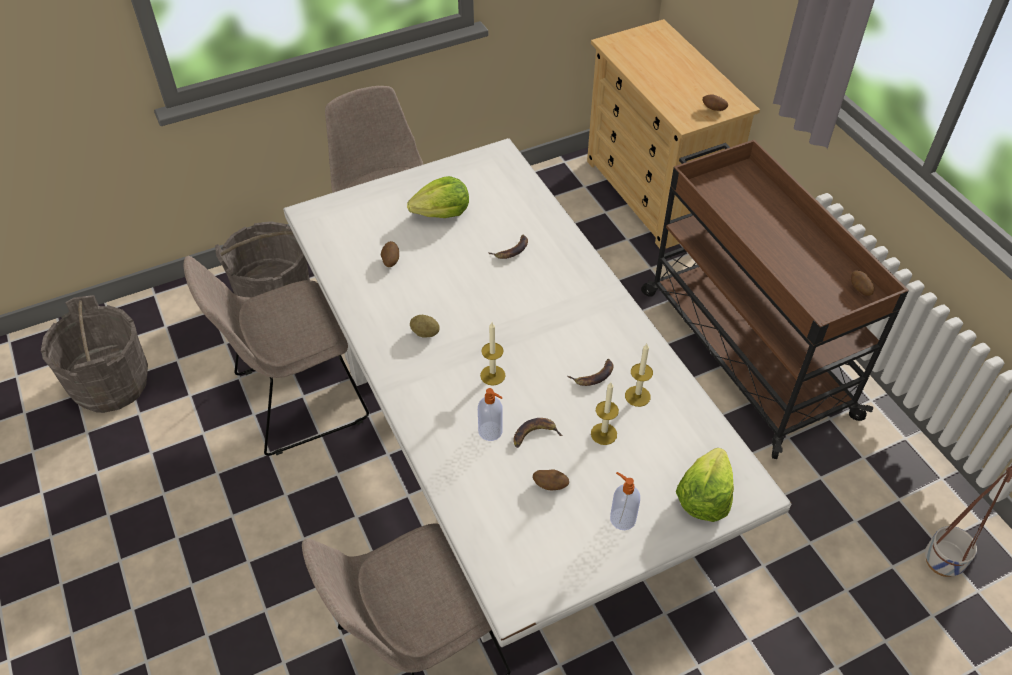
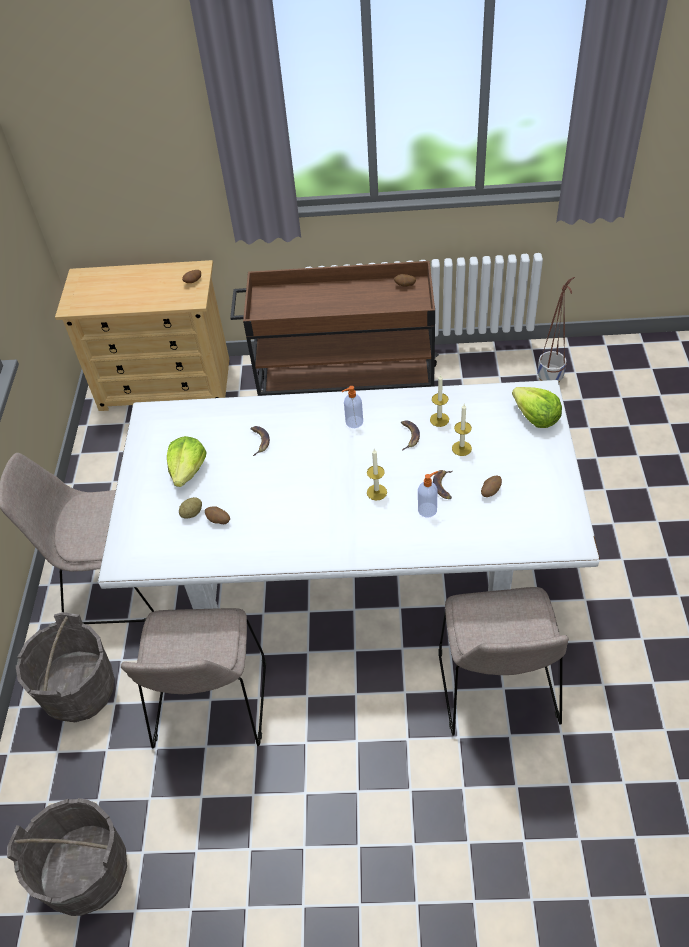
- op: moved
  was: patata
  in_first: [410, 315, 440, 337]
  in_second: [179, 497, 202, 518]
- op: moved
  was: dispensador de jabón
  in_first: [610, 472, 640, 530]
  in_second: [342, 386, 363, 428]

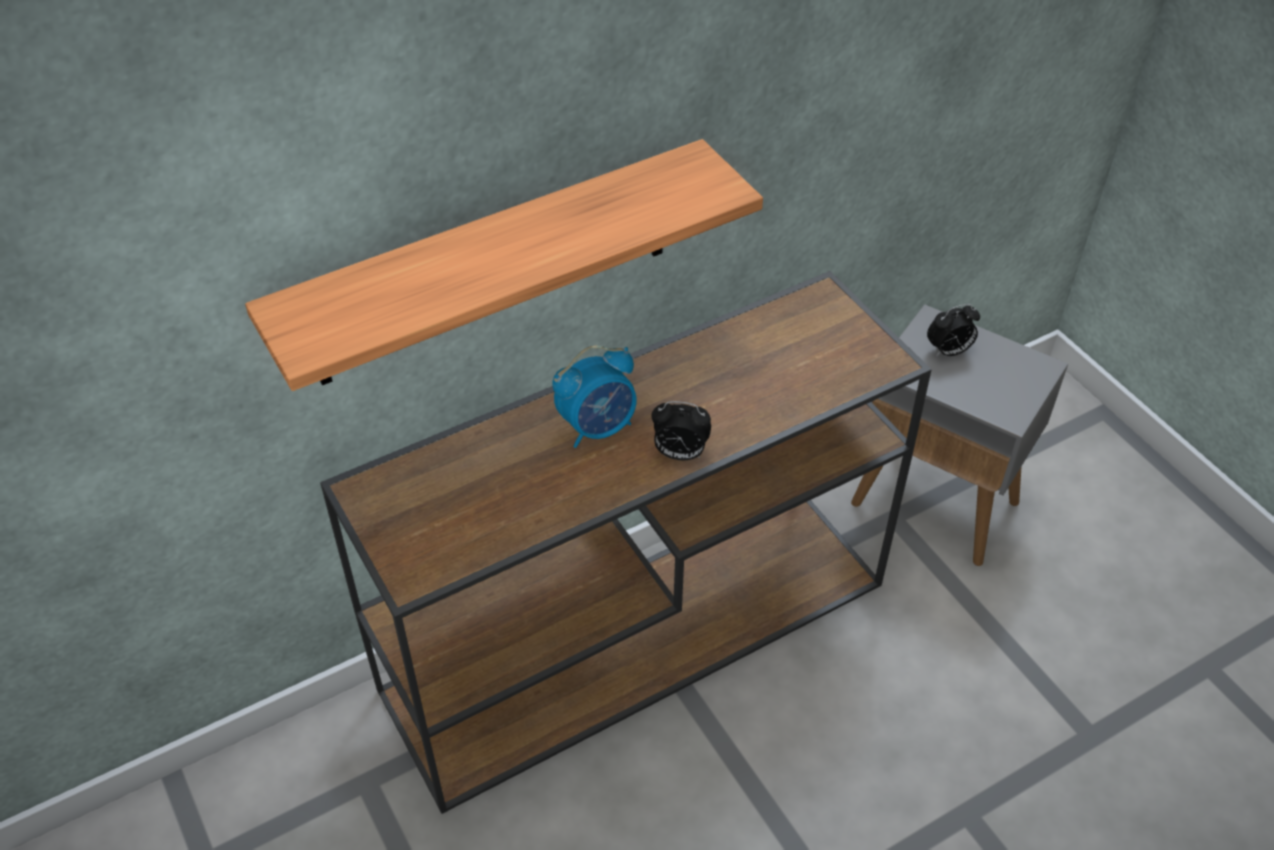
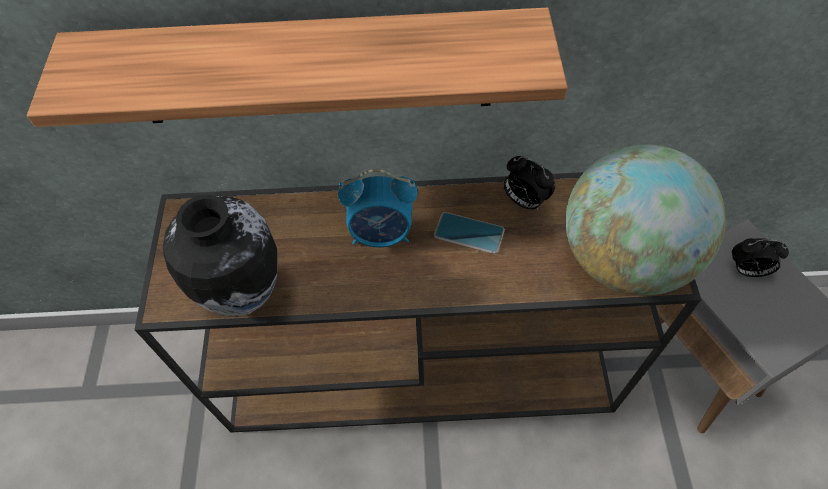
- op: moved
  was: despertador
  in_first: [651, 401, 711, 460]
  in_second: [504, 156, 555, 210]
- op: added
  now: globo terráqueo
  in_second: [565, 144, 726, 296]
- op: added
  now: florero
  in_second: [163, 194, 278, 317]
- op: added
  now: móvil
  in_second: [434, 212, 505, 254]

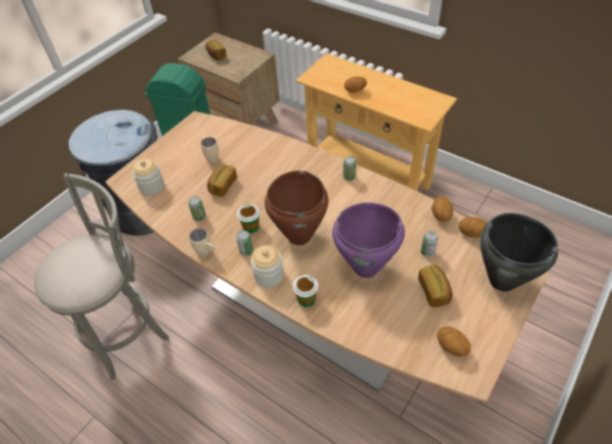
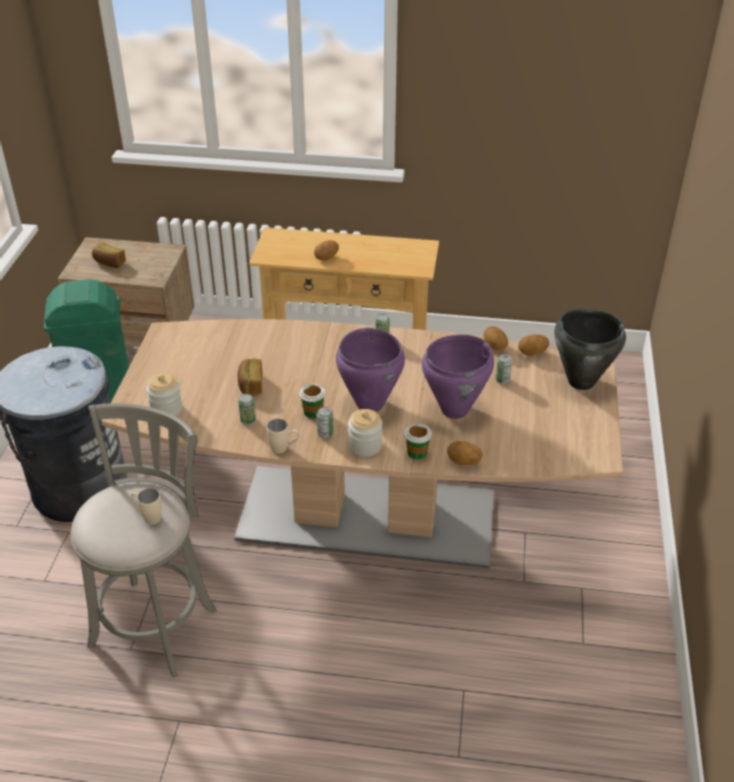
- op: moved
  was: taza grande (beis)
  in_first: [201, 137, 219, 163]
  in_second: [131, 489, 162, 525]
- op: recoloured
  was: olla (marrón)
  now: olla (morado)
  in_first: [265, 170, 328, 245]
  in_second: [336, 328, 405, 412]
- op: removed
  was: pan
  in_first: [418, 265, 452, 307]
- op: moved
  was: patata
  in_first: [437, 327, 471, 356]
  in_second: [447, 441, 483, 465]

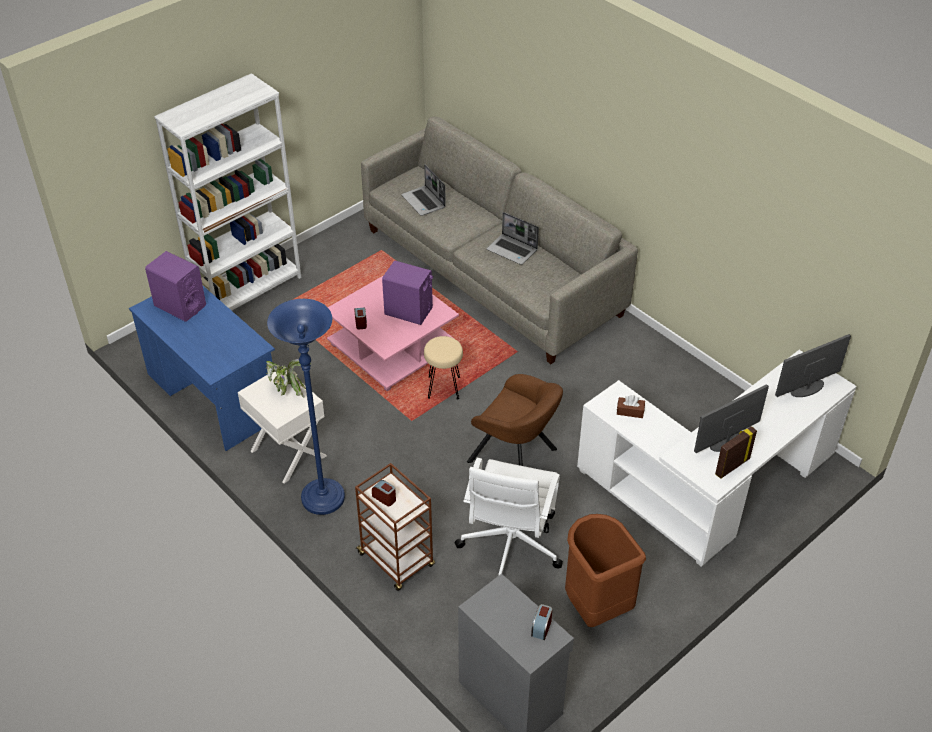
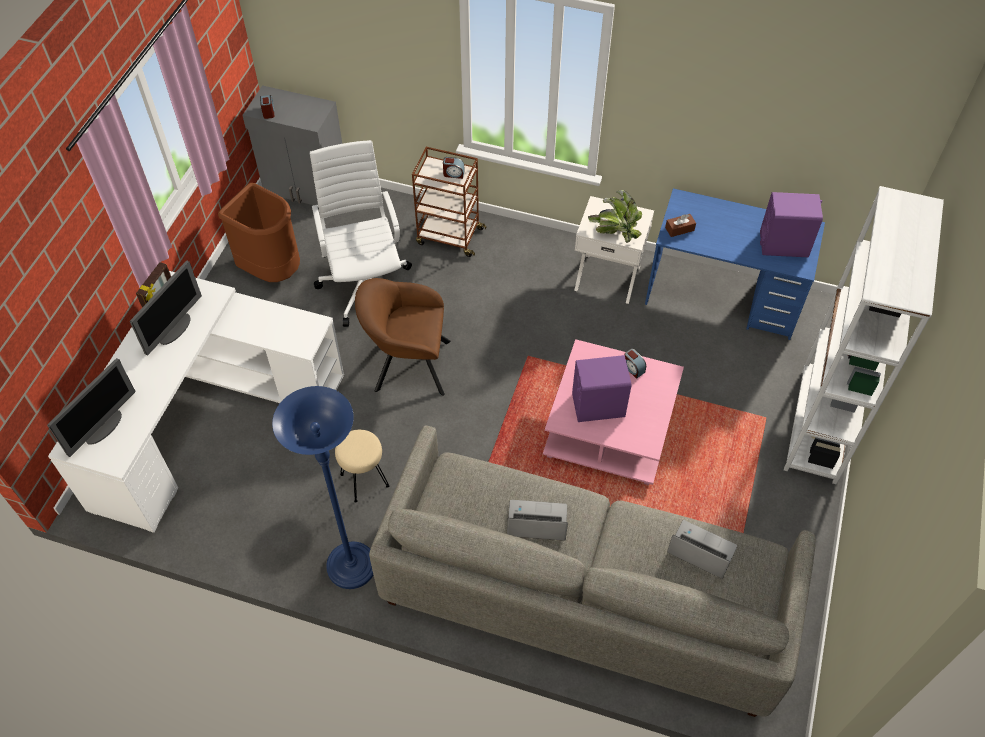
- op: moved
  was: lámpara de pie (azul)
  in_first: [267, 299, 345, 515]
  in_second: [272, 386, 373, 589]
- op: moved
  was: taburete (beis)
  in_first: [424, 336, 463, 400]
  in_second: [335, 430, 389, 503]
- op: moved
  was: caja de pañuelos (marrón)
  in_first: [617, 395, 645, 418]
  in_second: [665, 214, 696, 237]

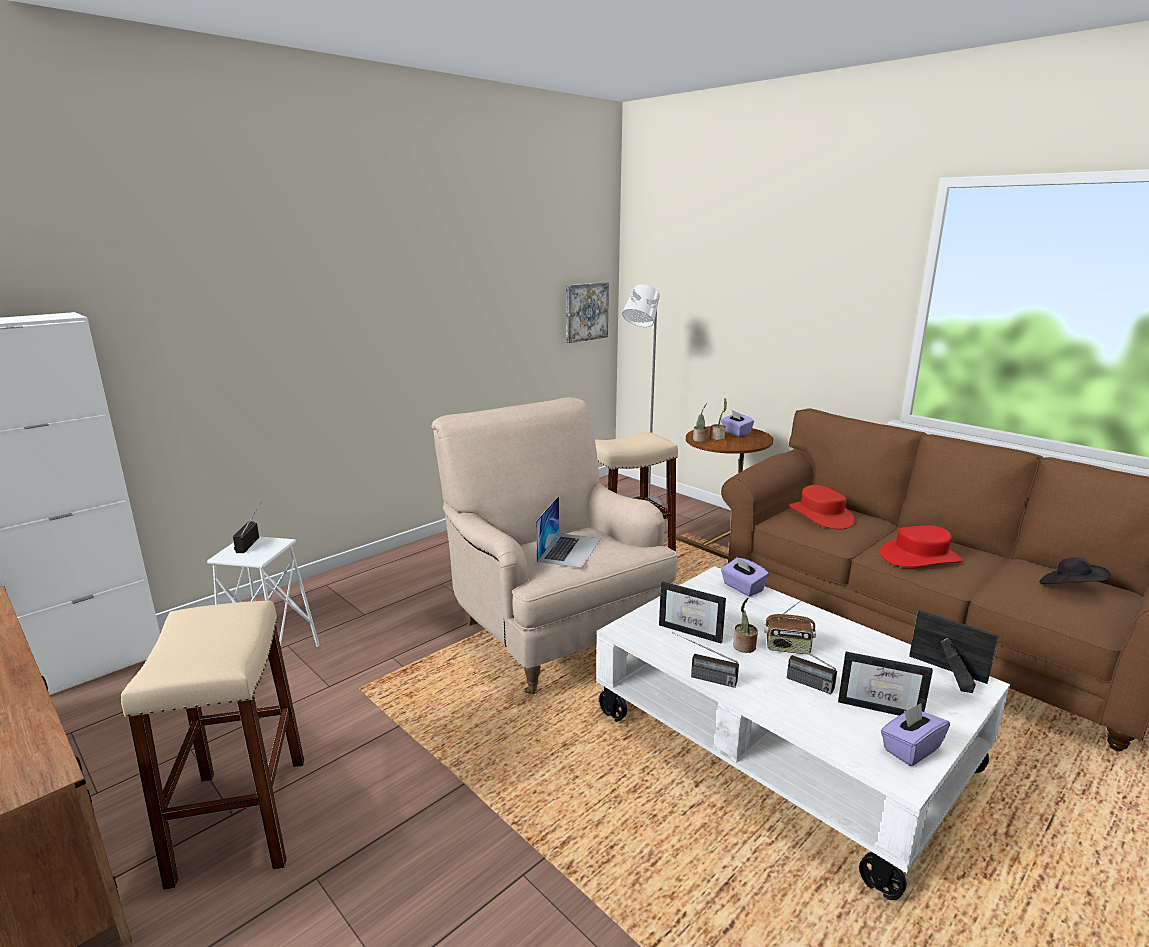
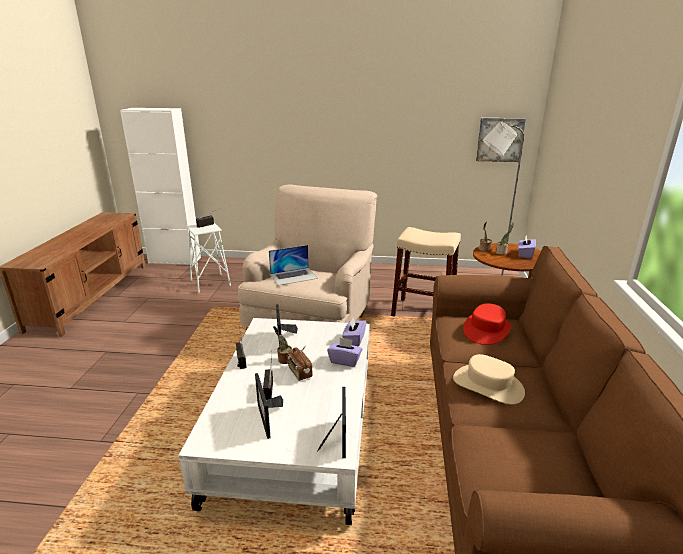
- op: recoloured
  was: sombrero (rojo)
  now: sombrero (beis)
  in_first: [880, 525, 963, 567]
  in_second: [453, 354, 525, 405]
- op: removed
  was: sombrero (negro)
  in_first: [1039, 557, 1111, 584]
- op: removed
  was: taburete (beis)
  in_first: [121, 601, 304, 890]
- op: moved
  was: caja de pañuelos (morado)
  in_first: [881, 703, 950, 766]
  in_second: [327, 337, 362, 367]

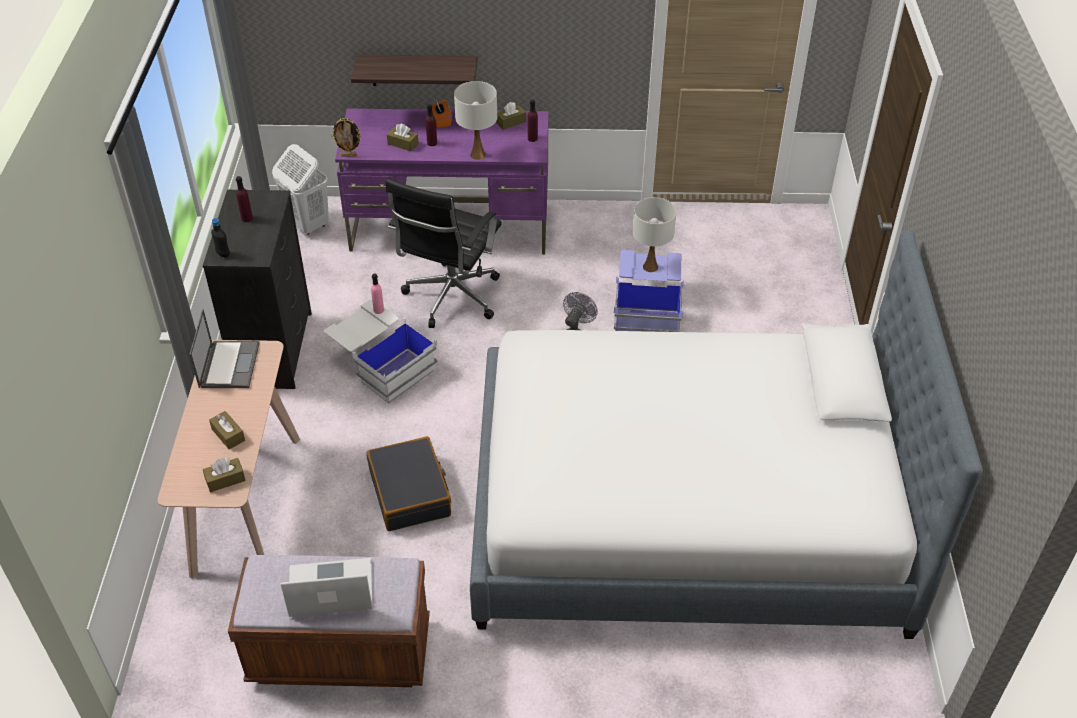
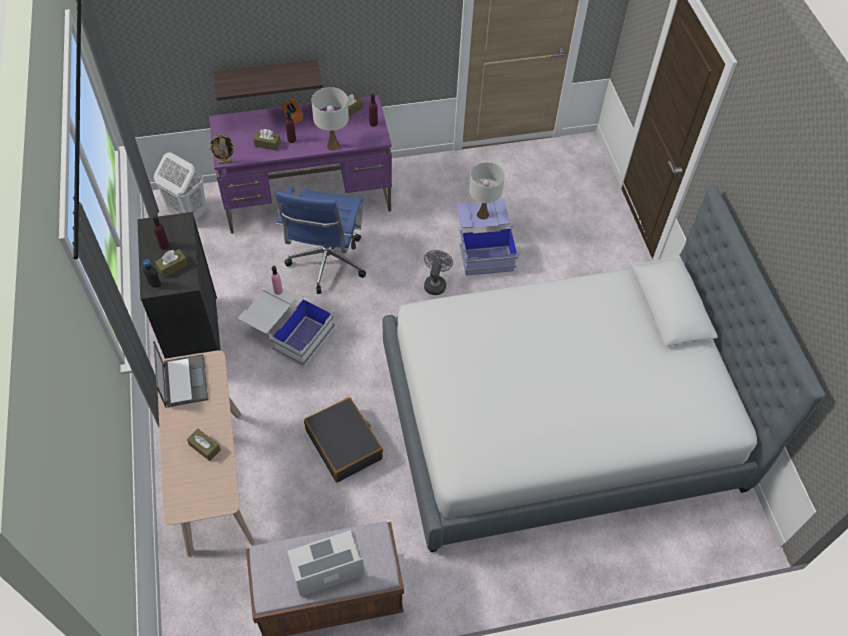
- op: recoloured
  was: silla de oficina (negro)
  now: silla de oficina (azul)
  in_first: [386, 178, 502, 328]
  in_second: [276, 187, 366, 294]
- op: moved
  was: caja de pañuelos (marrón)
  in_first: [203, 457, 246, 492]
  in_second: [155, 249, 188, 278]

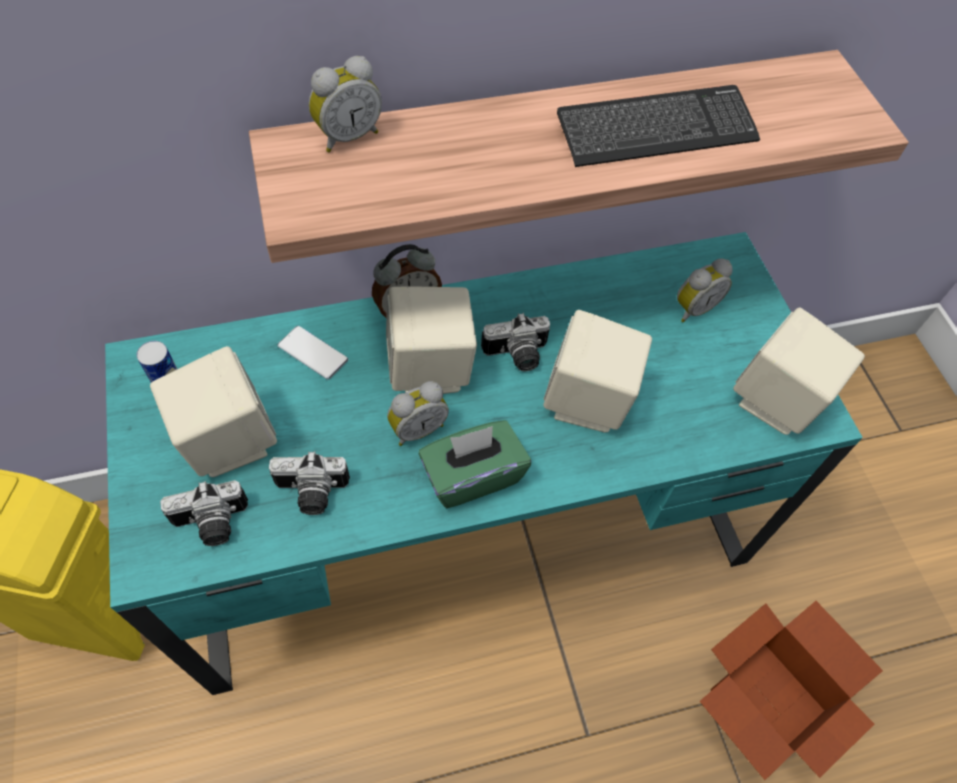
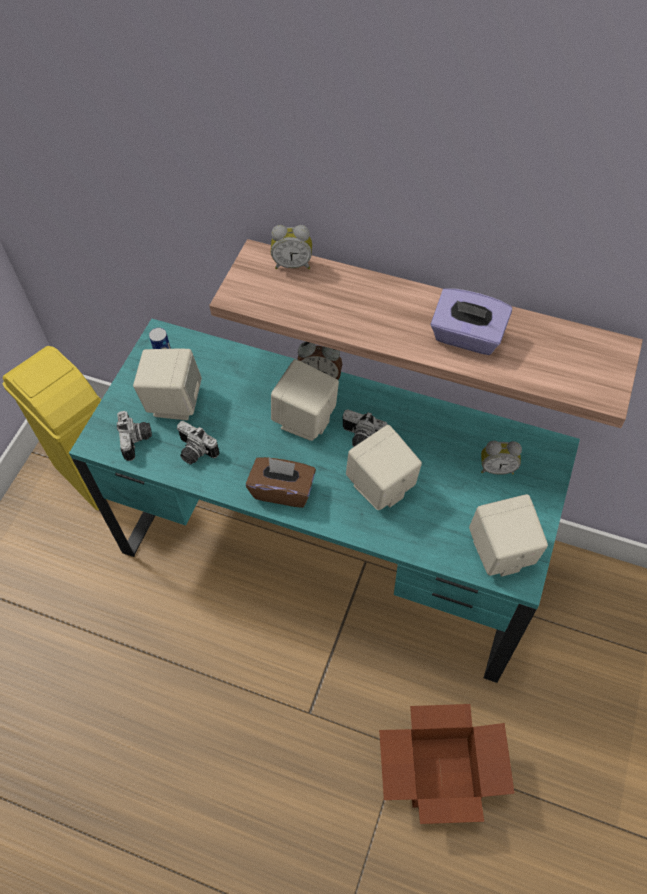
- op: replaced
  was: teclado
  now: caja de pañuelos (morado)
  in_first: [557, 85, 760, 167]
  in_second: [431, 288, 512, 355]
- op: removed
  was: móvil
  in_first: [277, 326, 348, 380]
- op: removed
  was: despertador
  in_first: [387, 381, 449, 446]
- op: recoloured
  was: caja de pañuelos (verde)
  now: caja de pañuelos (marrón)
  in_first: [419, 420, 531, 508]
  in_second: [246, 457, 316, 508]
- op: turned
  was: cámara
  in_first: [160, 480, 249, 546]
  in_second: [117, 411, 152, 461]
  clockwise: -120

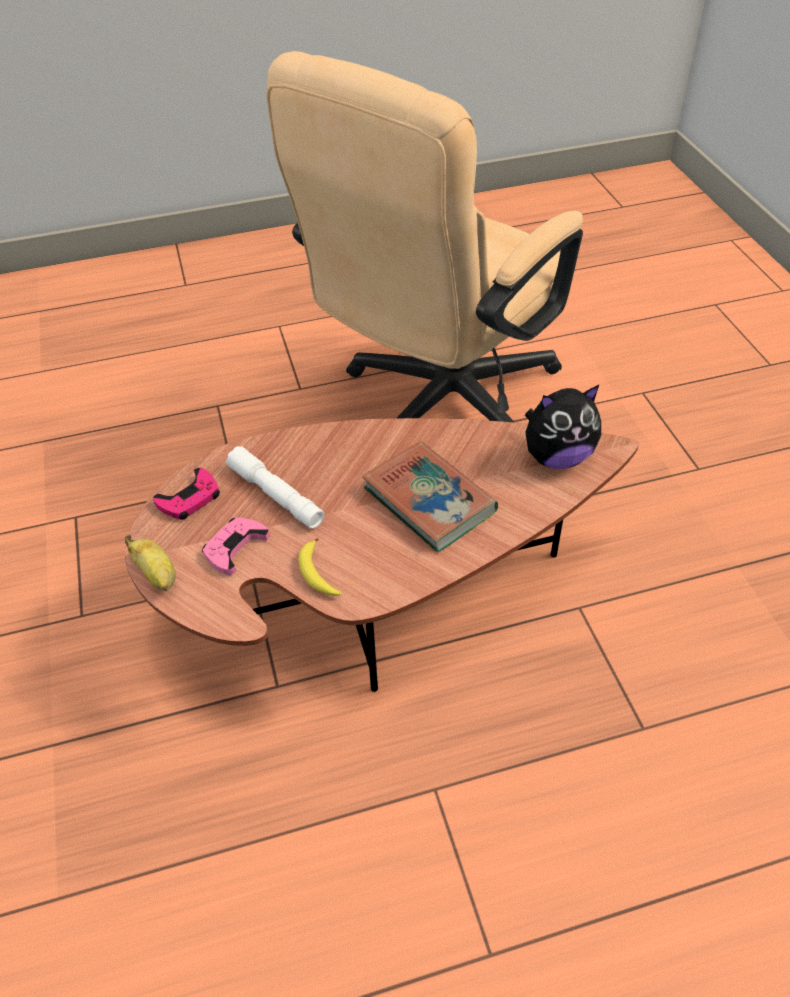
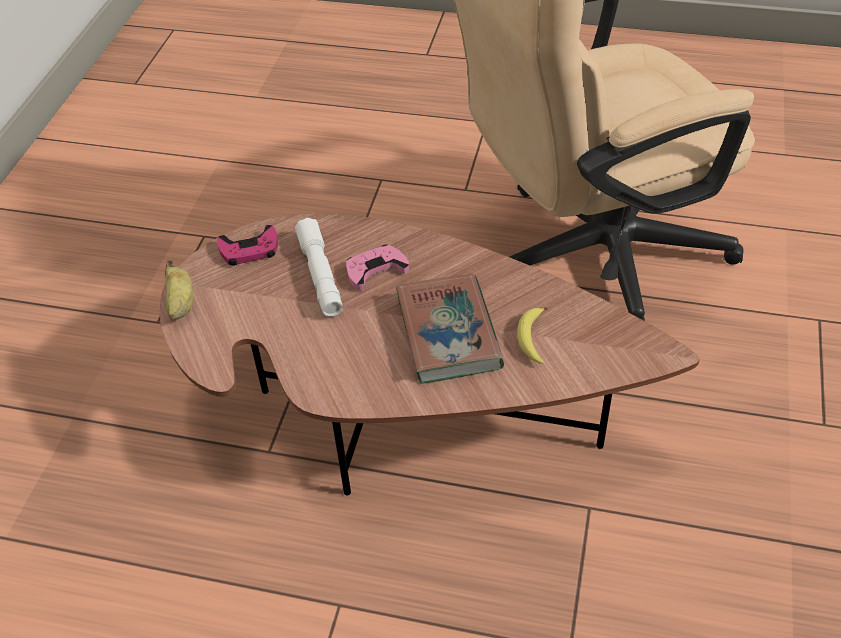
- op: removed
  was: peluche
  in_first: [525, 385, 601, 469]
- op: moved
  was: mando de consola (rosa)
  in_first: [202, 517, 269, 575]
  in_second: [346, 245, 409, 290]
- op: moved
  was: plátano
  in_first: [298, 538, 342, 595]
  in_second: [517, 307, 548, 364]

